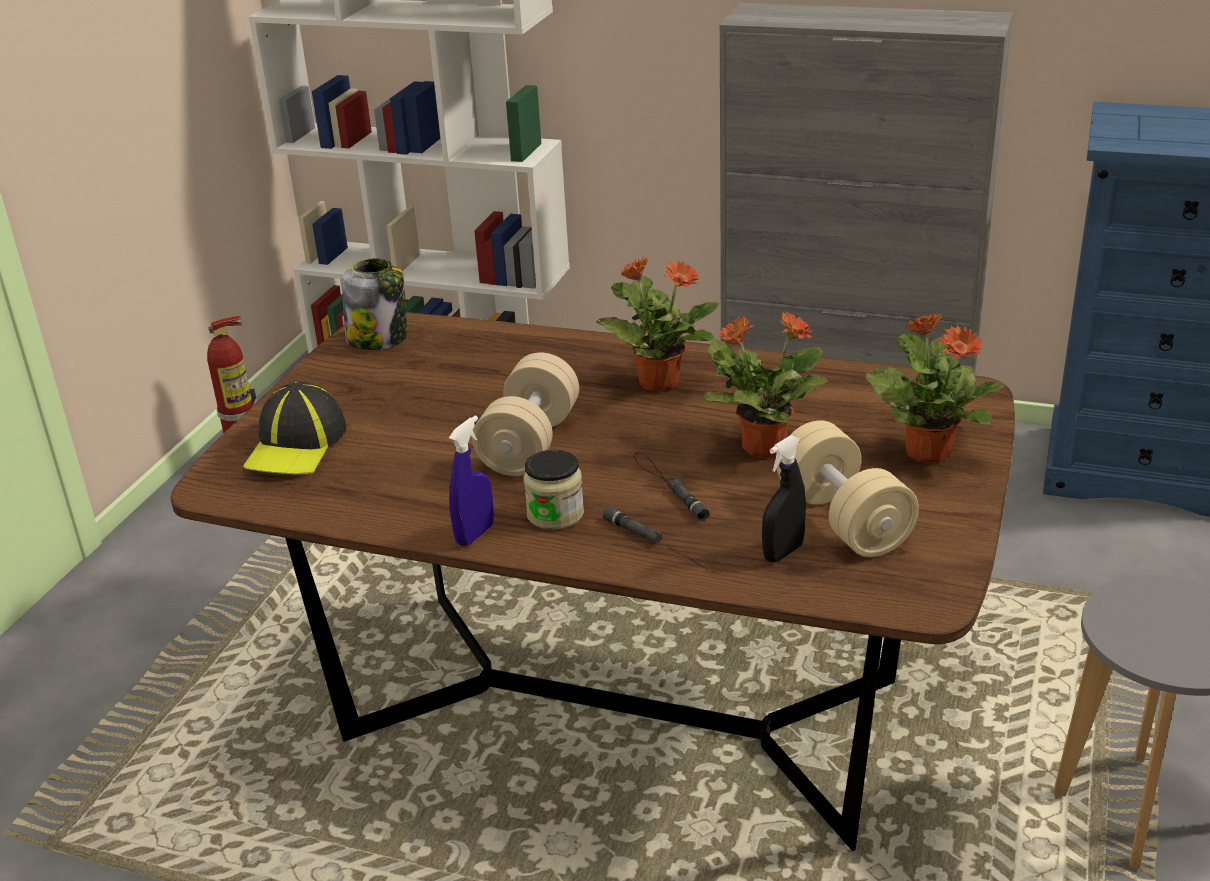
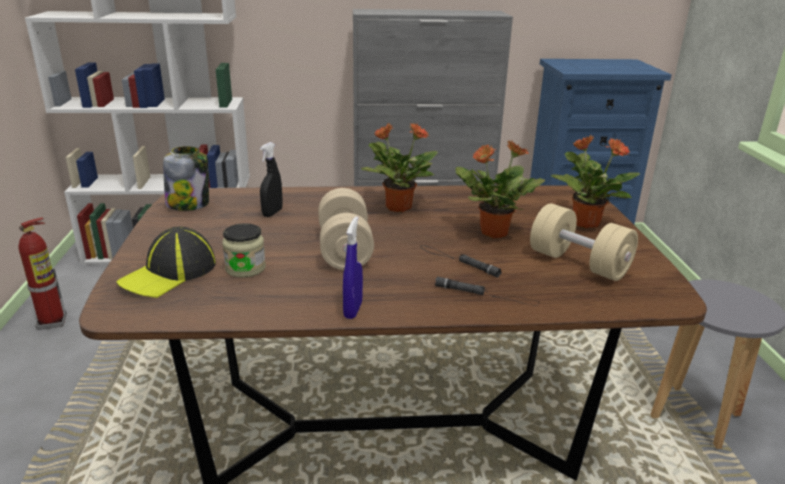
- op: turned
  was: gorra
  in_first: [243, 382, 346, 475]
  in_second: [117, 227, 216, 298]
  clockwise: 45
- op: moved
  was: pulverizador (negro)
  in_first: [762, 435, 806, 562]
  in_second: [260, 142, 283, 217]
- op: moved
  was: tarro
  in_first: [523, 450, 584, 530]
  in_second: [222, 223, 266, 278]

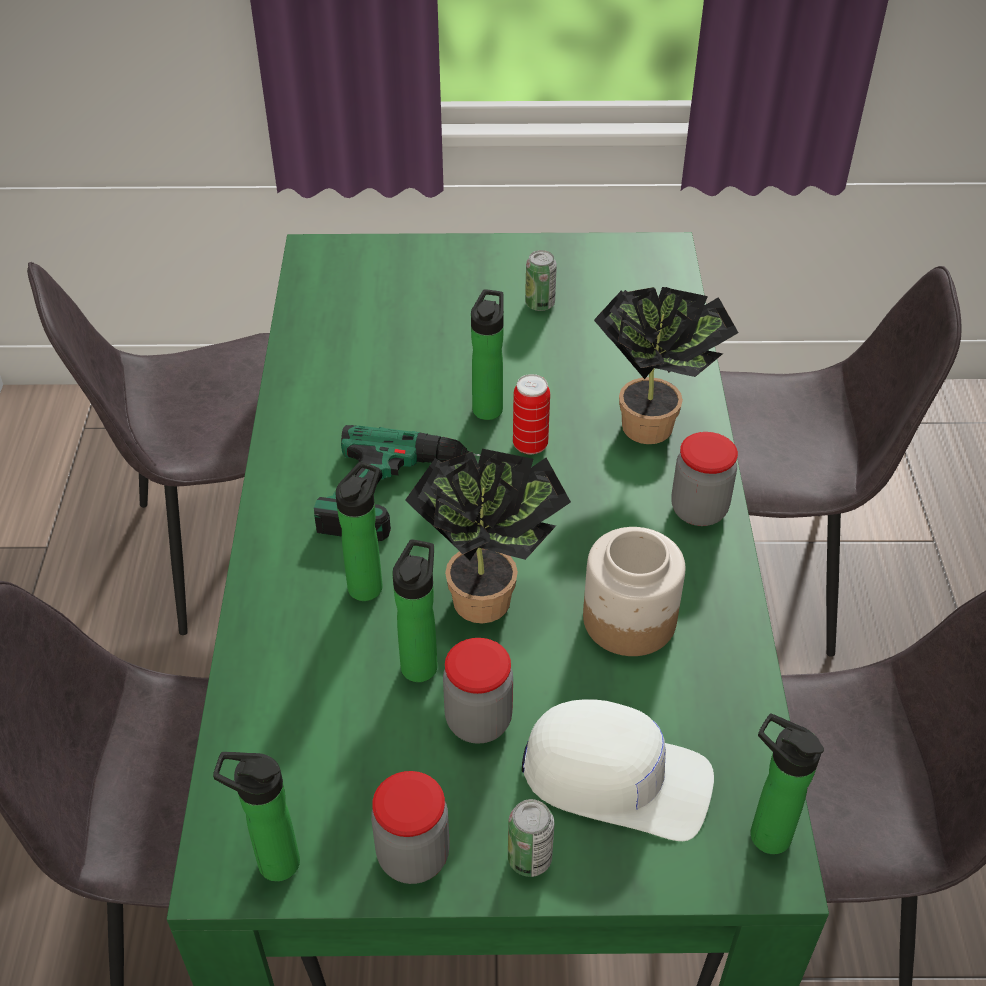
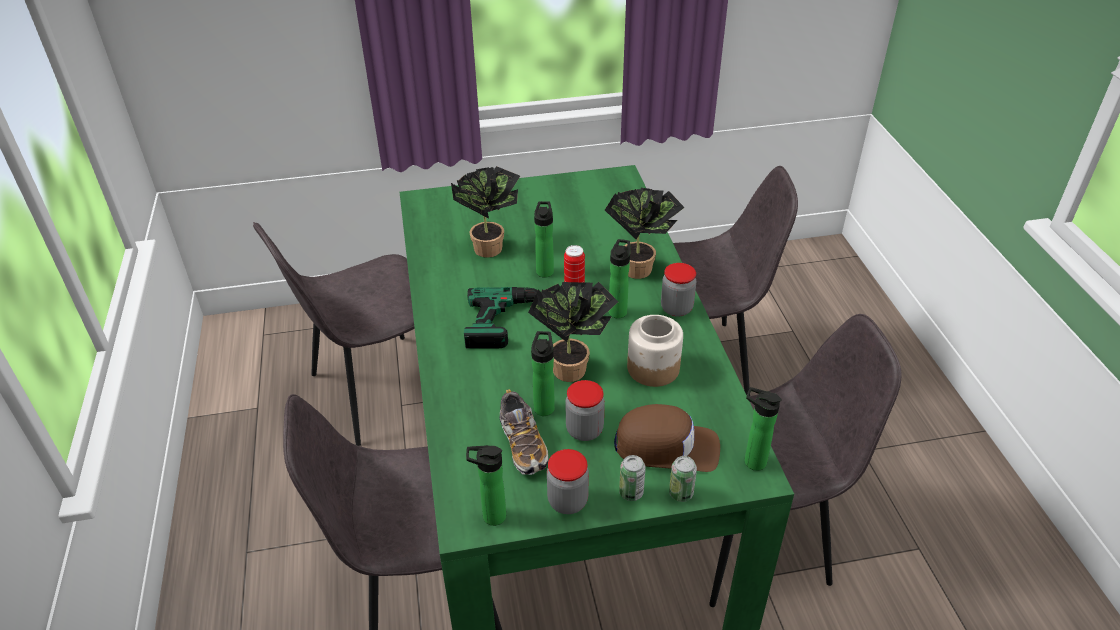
- op: moved
  was: lata
  in_first: [525, 250, 557, 311]
  in_second: [669, 456, 697, 502]
- op: moved
  was: botella
  in_first: [335, 462, 383, 601]
  in_second: [609, 239, 630, 318]
- op: recoloured
  was: gorra (blanco)
  now: gorra (marrón)
  in_first: [522, 699, 714, 841]
  in_second: [614, 404, 720, 472]
- op: added
  now: planta en maceta
  in_second: [451, 166, 520, 258]
- op: added
  now: zapato
  in_second: [499, 389, 549, 475]

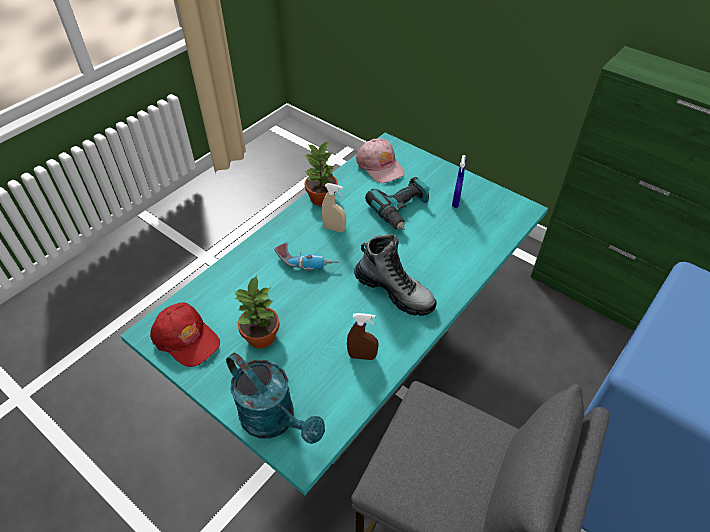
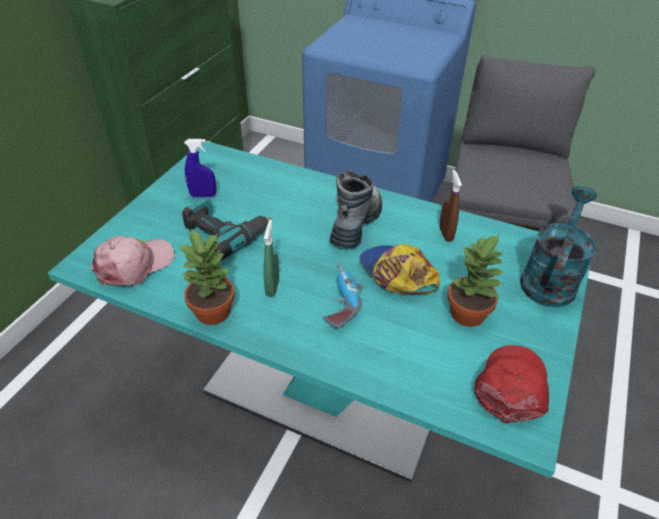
- op: recoloured
  was: pulverizador (beis)
  now: pulverizador (verde)
  in_first: [322, 183, 346, 232]
  in_second: [263, 220, 279, 297]
- op: added
  now: gorra
  in_second: [359, 244, 440, 294]

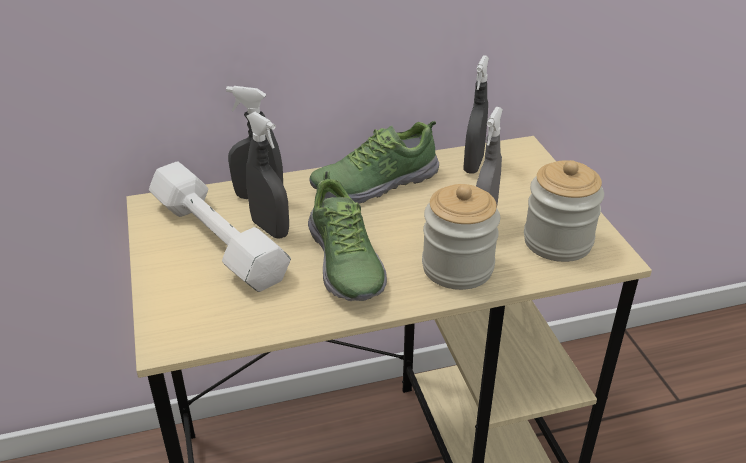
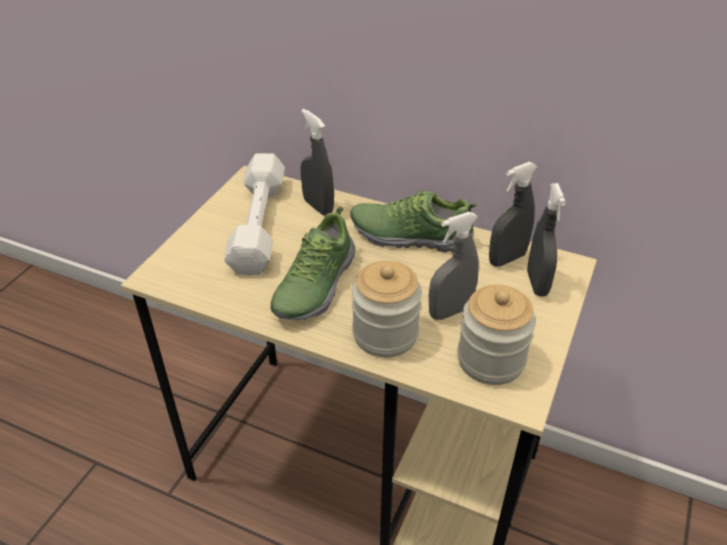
- op: moved
  was: pulverizador (gris)
  in_first: [246, 112, 289, 239]
  in_second: [527, 183, 566, 297]

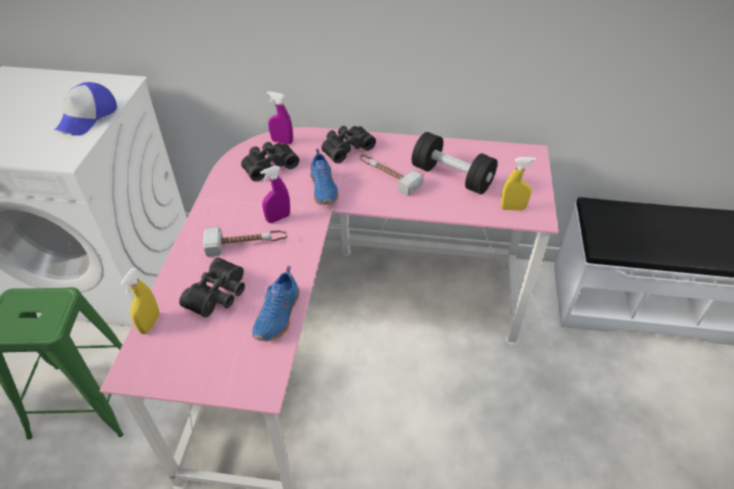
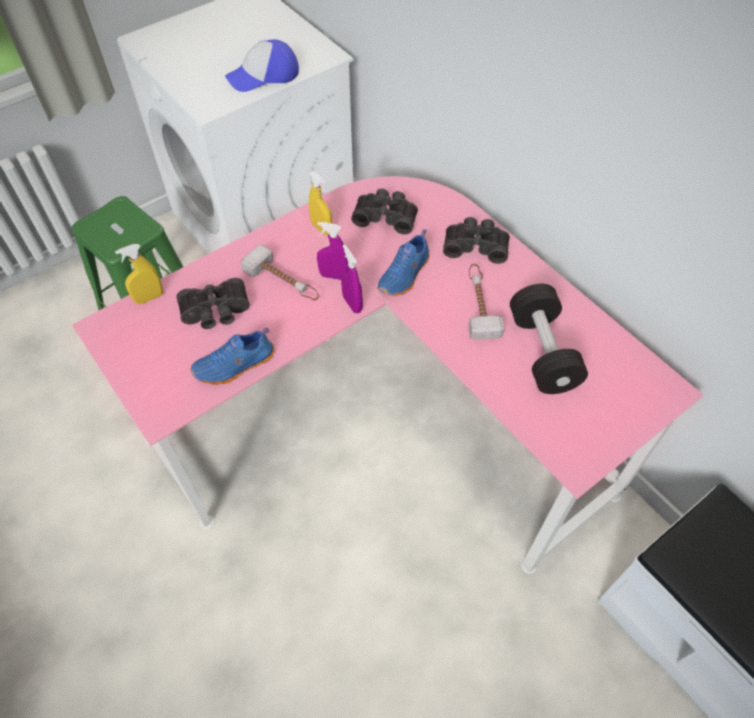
- op: moved
  was: pulverizador (morado)
  in_first: [267, 91, 293, 144]
  in_second: [341, 244, 363, 313]
- op: moved
  was: pulverizador (amarillo)
  in_first: [501, 157, 536, 210]
  in_second: [309, 172, 332, 235]

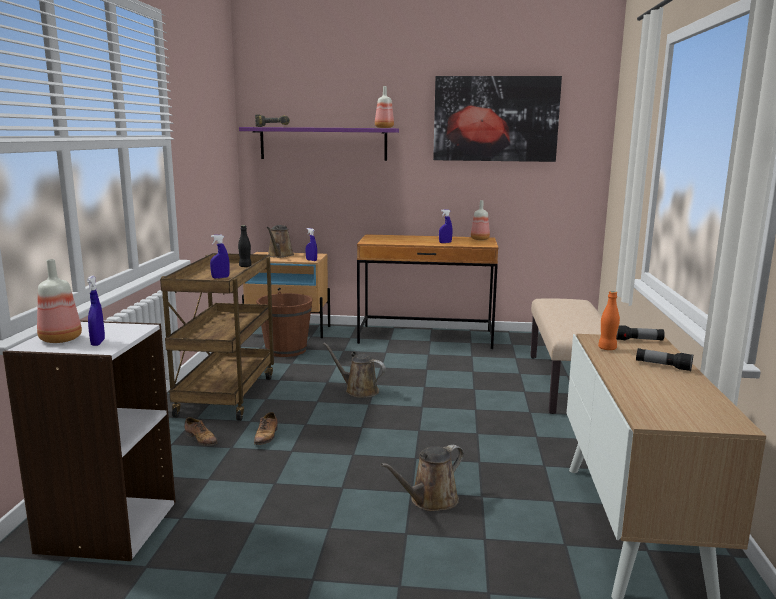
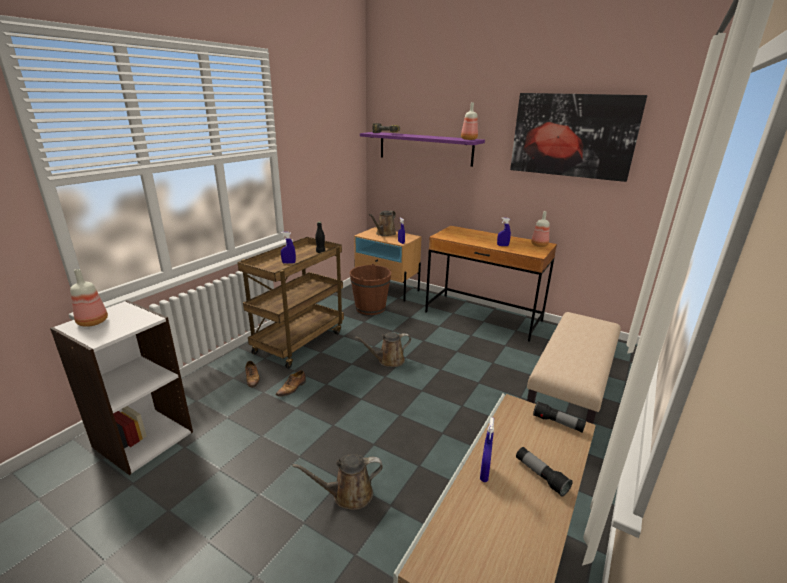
- op: moved
  was: pulverizador (azul)
  in_first: [87, 276, 105, 346]
  in_second: [480, 417, 494, 482]
- op: removed
  was: botella (naranja)
  in_first: [598, 291, 620, 350]
- op: turned
  was: regadera (marrón)
  in_first: [323, 343, 386, 398]
  in_second: [355, 332, 411, 367]
  clockwise: -75

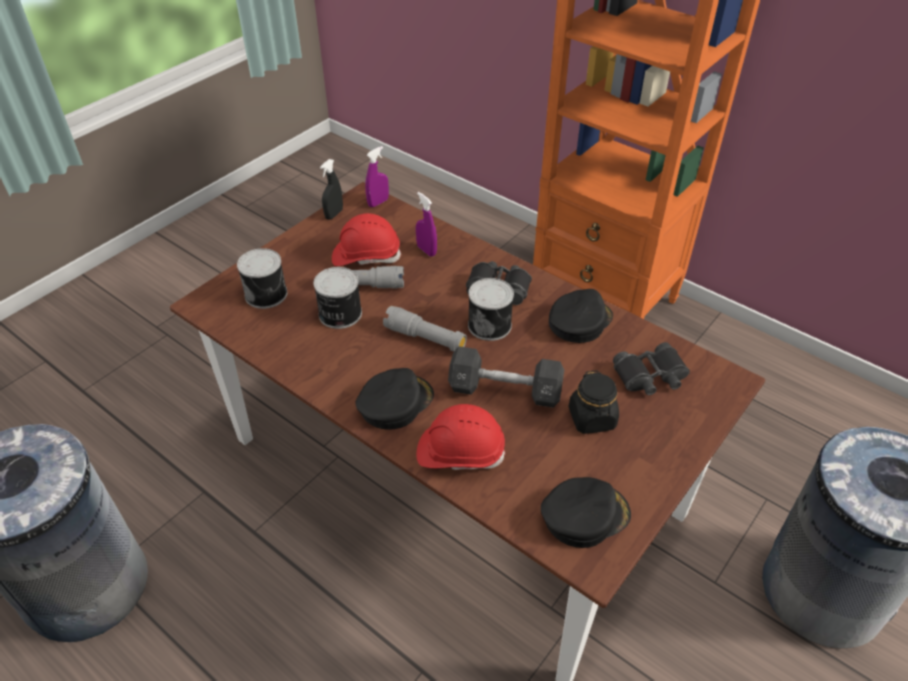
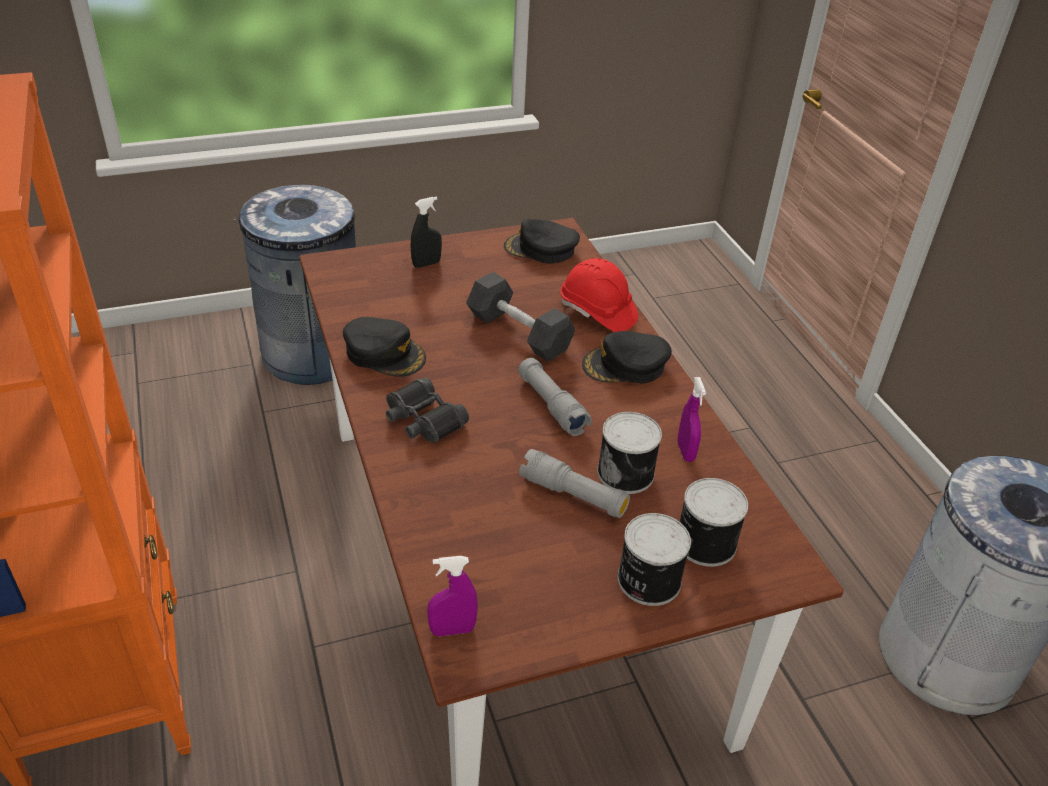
- op: moved
  was: pulverizador (negro)
  in_first: [320, 159, 343, 220]
  in_second: [411, 196, 442, 268]
- op: moved
  was: pulverizador (morado)
  in_first: [416, 192, 437, 257]
  in_second: [677, 377, 706, 462]
- op: removed
  was: casco (rojo)
  in_first: [332, 213, 402, 266]
- op: moved
  was: lata
  in_first: [468, 278, 514, 341]
  in_second: [618, 513, 691, 606]
- op: turned
  was: gorra (negro)
  in_first: [549, 289, 613, 343]
  in_second: [343, 317, 426, 377]
  clockwise: -135
- op: removed
  was: prismáticos (negro)
  in_first: [613, 342, 690, 395]
- op: removed
  was: tarro (negro)
  in_first: [569, 370, 619, 434]

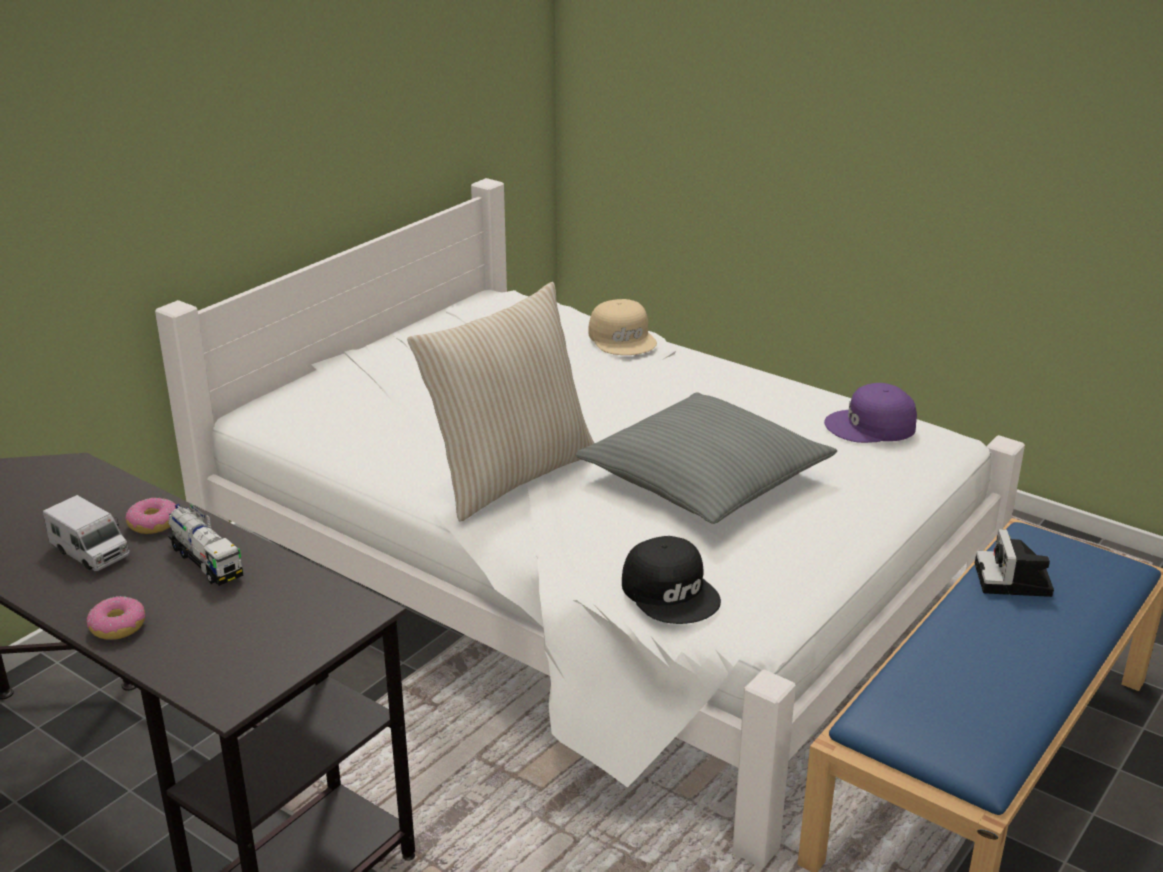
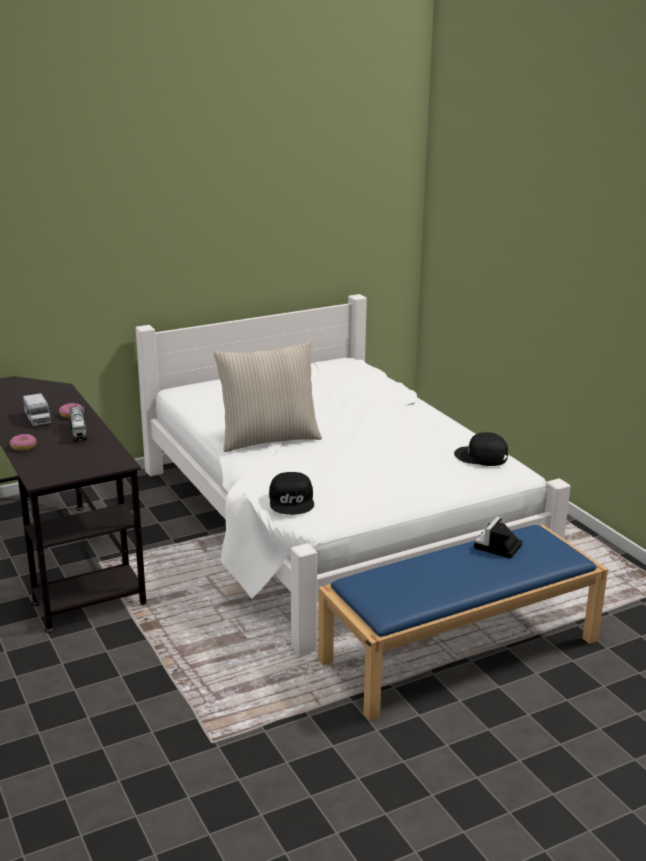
- op: removed
  was: gorra (beis)
  in_first: [588, 299, 657, 355]
- op: recoloured
  was: gorra (morado)
  now: gorra (negro)
  in_first: [824, 383, 917, 443]
  in_second: [454, 432, 508, 466]
- op: removed
  was: cojín (gris)
  in_first: [575, 392, 837, 524]

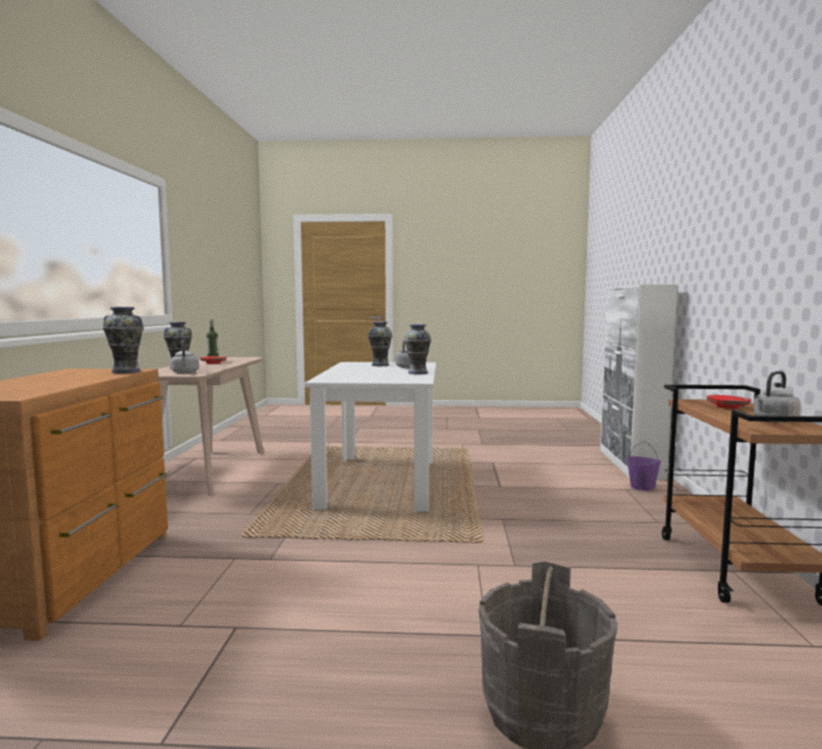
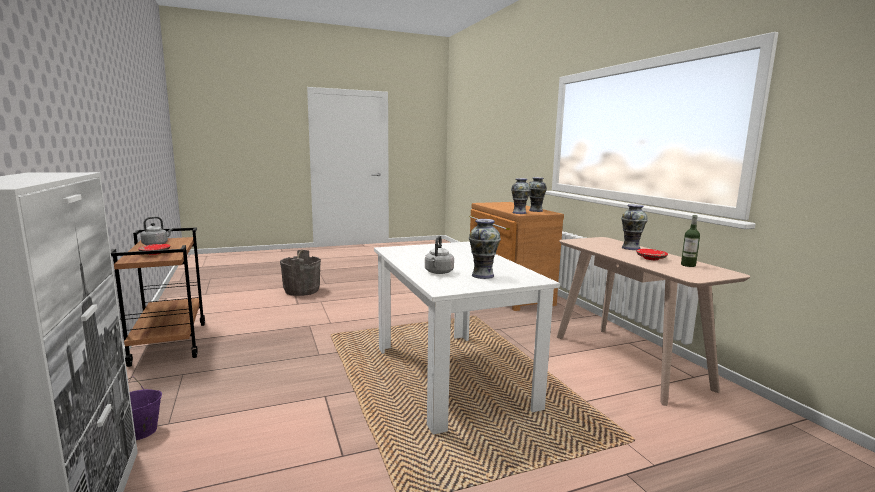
- op: moved
  was: florero
  in_first: [404, 324, 431, 374]
  in_second: [529, 177, 547, 212]
- op: removed
  was: hervidor (gris)
  in_first: [171, 340, 199, 374]

